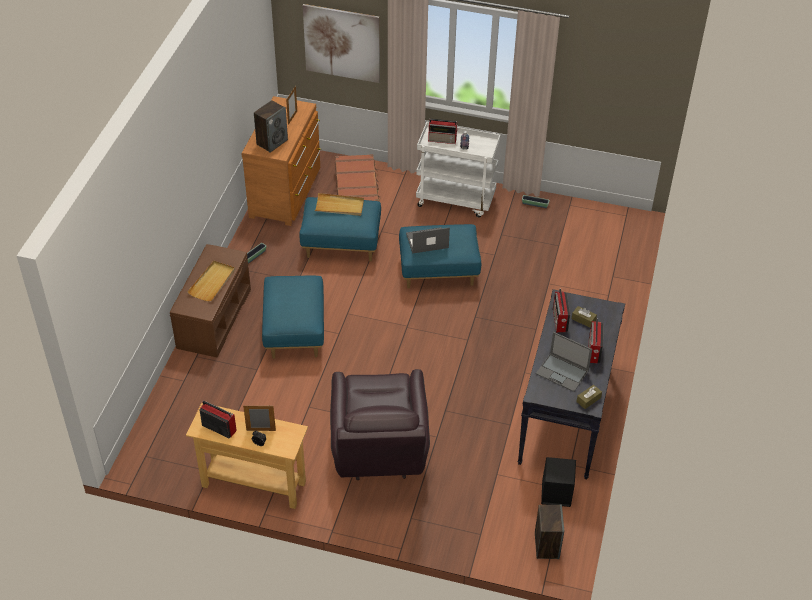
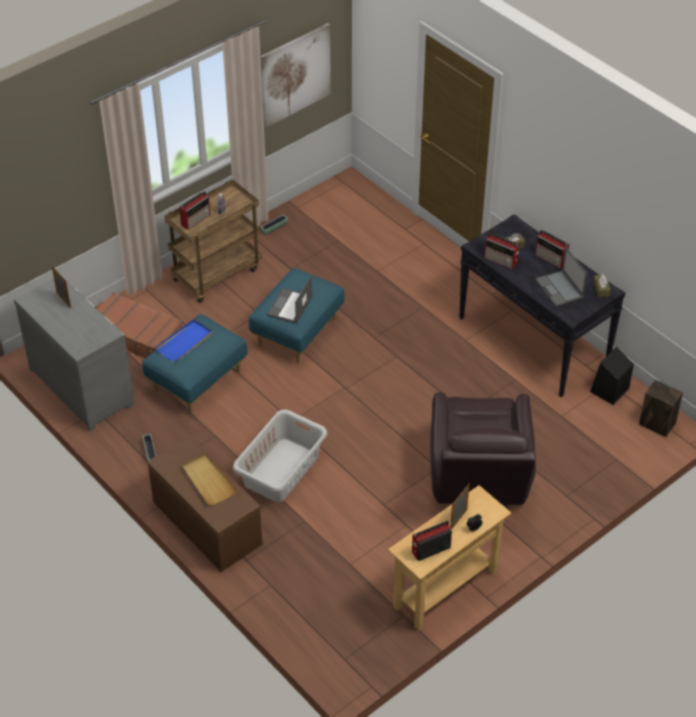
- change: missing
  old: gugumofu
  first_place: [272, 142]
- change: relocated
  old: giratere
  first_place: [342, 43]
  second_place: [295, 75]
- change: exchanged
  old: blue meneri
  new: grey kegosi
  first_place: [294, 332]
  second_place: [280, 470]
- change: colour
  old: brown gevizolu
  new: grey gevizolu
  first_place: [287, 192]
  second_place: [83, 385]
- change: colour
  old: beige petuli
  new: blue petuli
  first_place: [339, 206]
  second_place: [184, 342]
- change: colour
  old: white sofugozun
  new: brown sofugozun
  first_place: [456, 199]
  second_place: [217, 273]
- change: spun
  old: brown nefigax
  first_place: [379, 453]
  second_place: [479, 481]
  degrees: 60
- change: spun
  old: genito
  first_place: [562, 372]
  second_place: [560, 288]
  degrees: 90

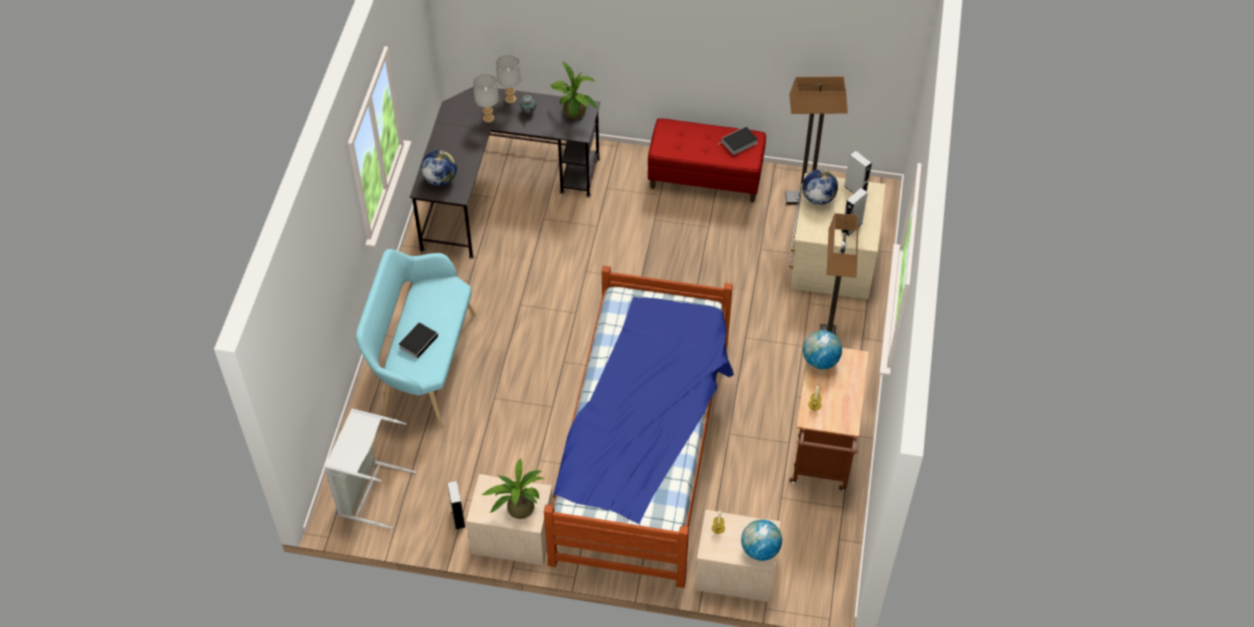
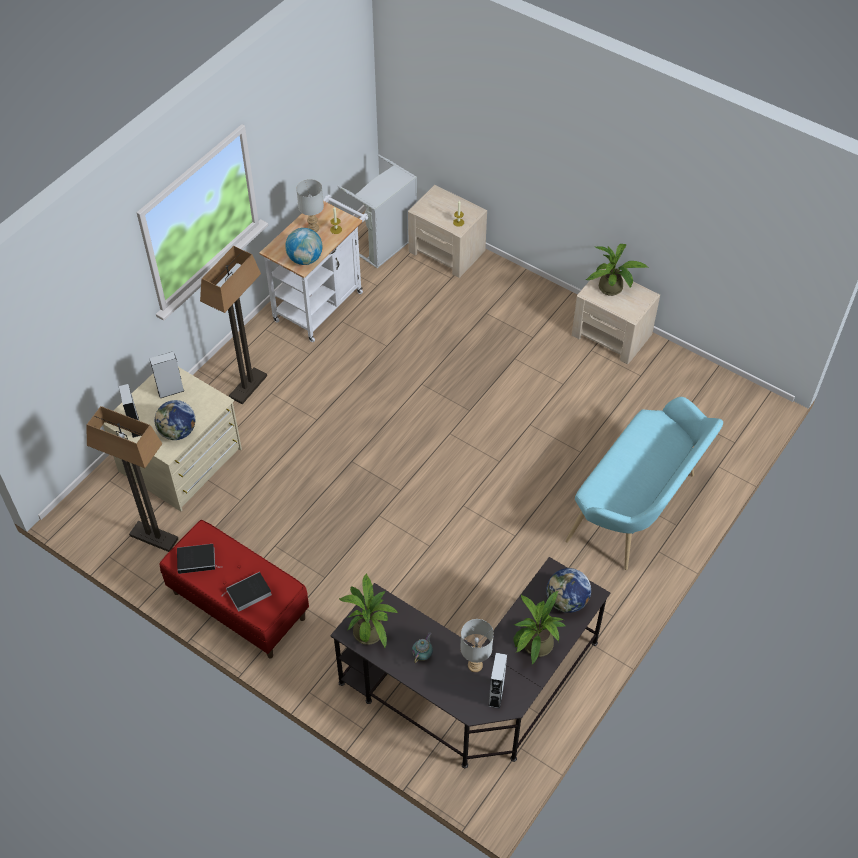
- change: missing
  old: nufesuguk
  first_place: [643, 449]
- change: missing
  old: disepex
  first_place: [760, 549]
- change: appeared
  new: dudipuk
  second_place: [534, 646]
- change: relocated
  old: grey kegosi
  first_place: [369, 491]
  second_place: [385, 244]
- change: relocated
  old: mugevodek
  first_place: [419, 341]
  second_place: [248, 594]
- change: relocated
  old: grey gugumofu
  first_place: [458, 517]
  second_place: [496, 694]
- change: relocated
  old: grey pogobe
  first_place: [510, 99]
  second_place: [313, 229]
- change: colour
  old: brown sofugozun
  new: white sofugozun
  first_place: [822, 455]
  second_place: [322, 302]

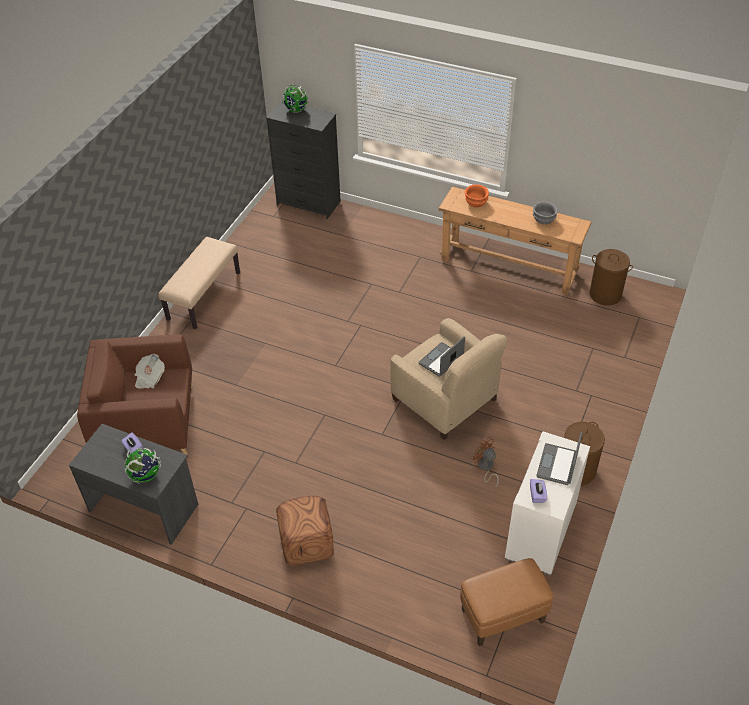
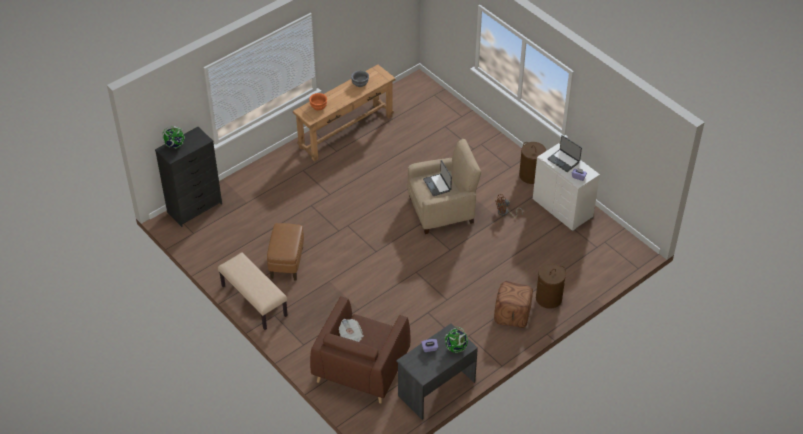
- change: relocated
  old: brown meneri
  first_place: [503, 616]
  second_place: [287, 263]
- change: relocated
  old: brown kegosi
  first_place: [605, 294]
  second_place: [548, 298]

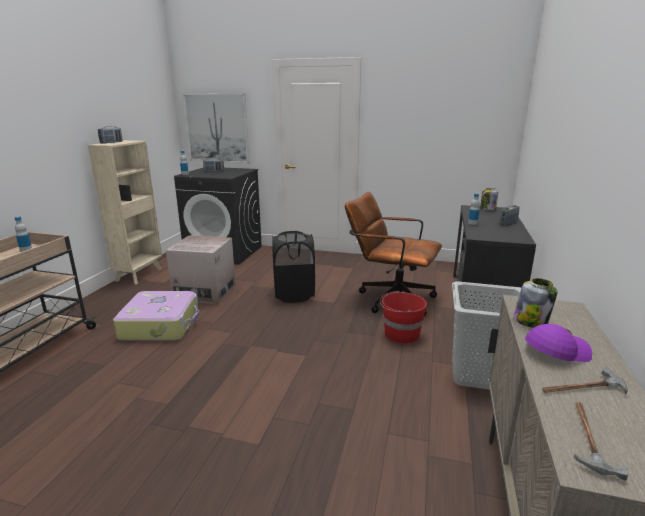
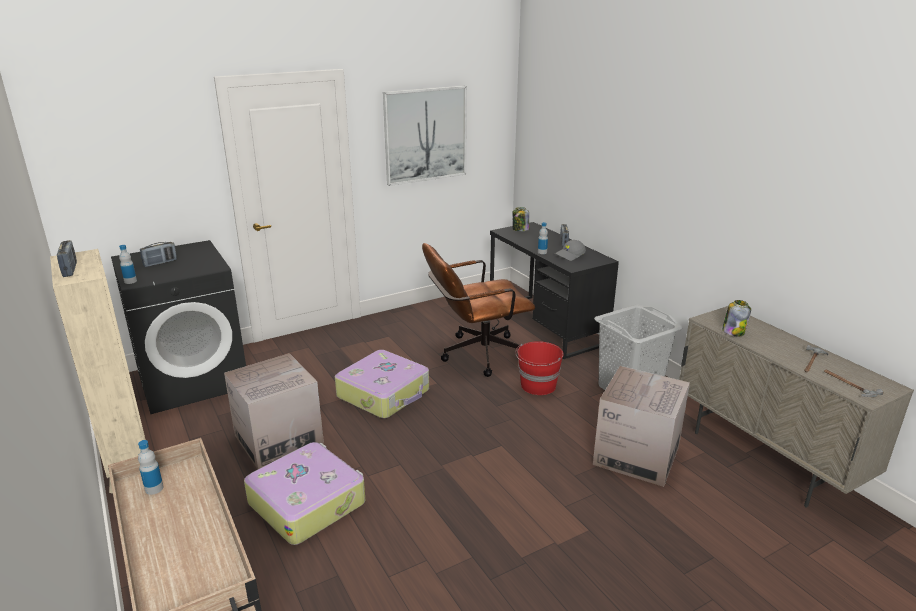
- change: missing
  old: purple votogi
  first_place: [555, 351]
- change: appeared
  new: grey votogi
  second_place: [570, 255]
- change: appeared
  new: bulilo
  second_place: [636, 455]
- change: relocated
  old: giratere
  first_place: [217, 128]
  second_place: [425, 135]
- change: exchanged
  old: black kegosi
  new: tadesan
  first_place: [294, 294]
  second_place: [384, 394]

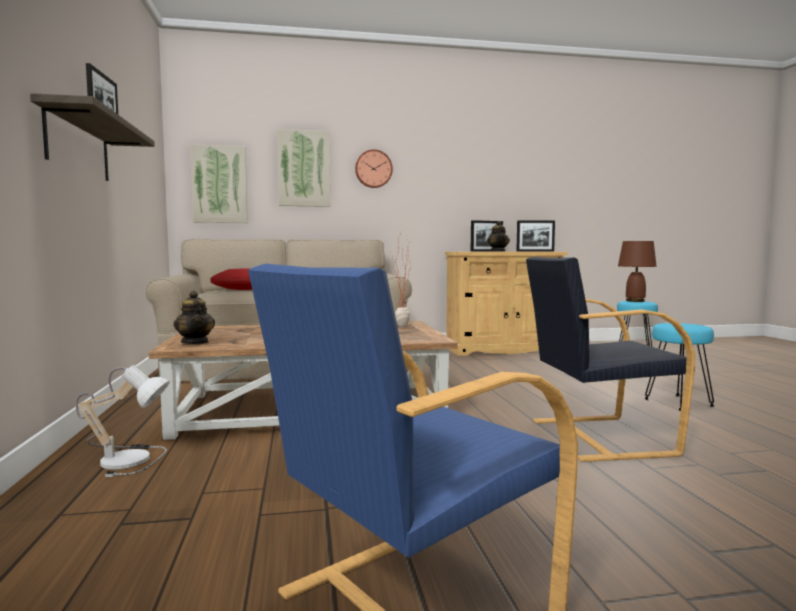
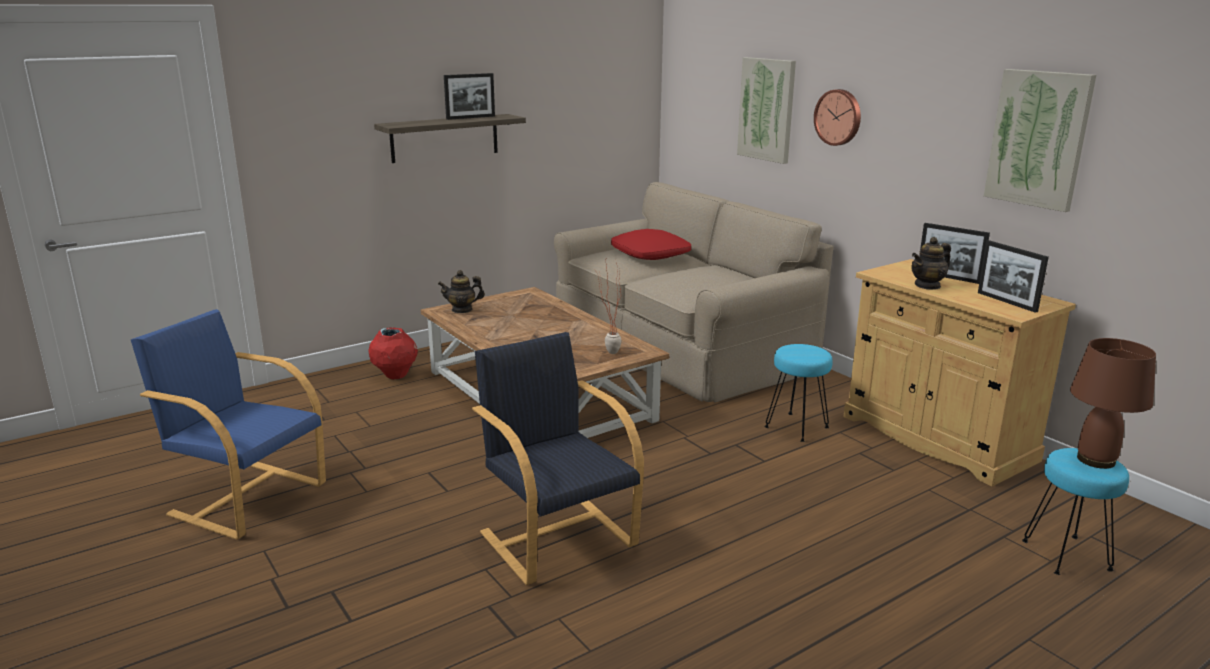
- change: relocated
  old: giratere
  first_place: [219, 184]
  second_place: [1038, 139]
- change: relocated
  old: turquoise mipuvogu
  first_place: [678, 403]
  second_place: [797, 427]
- change: exchanged
  old: pogobe
  new: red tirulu
  first_place: [131, 458]
  second_place: [395, 376]
- change: spun
  old: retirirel
  first_place: [195, 342]
  second_place: [462, 310]
  degrees: 45

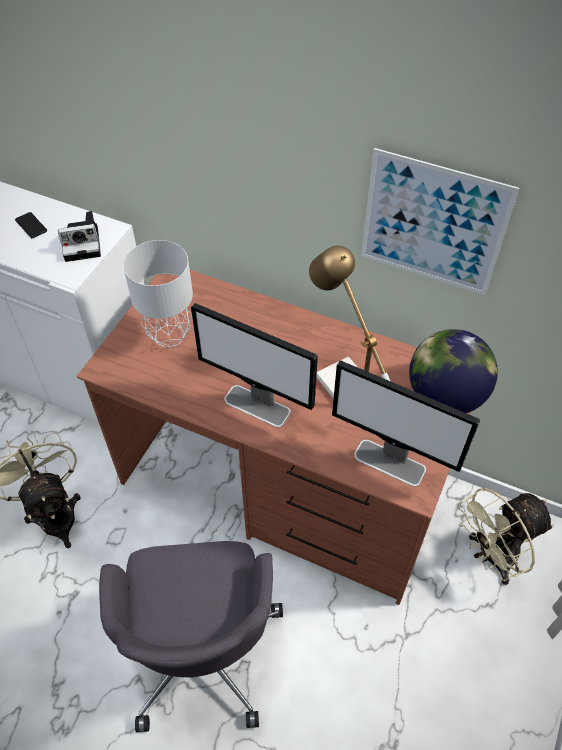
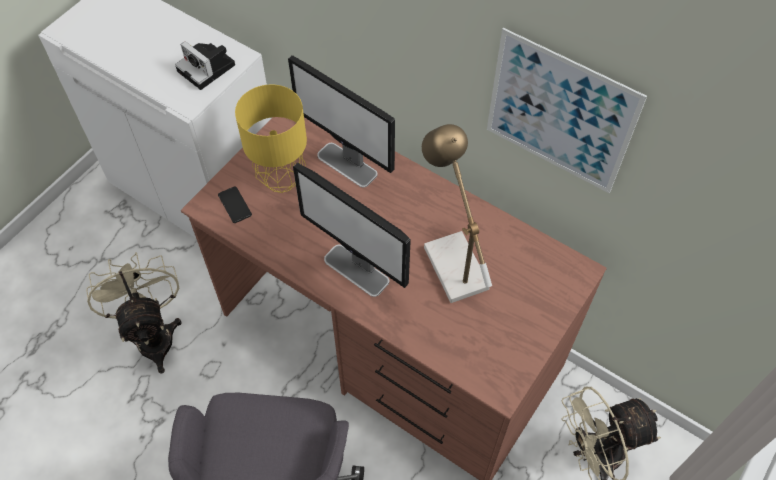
- change: missing
  old: disepex
  first_place: [444, 396]
- change: relocated
  old: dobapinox
  first_place: [31, 225]
  second_place: [235, 205]
- change: relocated
  old: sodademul
  first_place: [390, 463]
  second_place: [347, 165]
- change: colour
  old: grey pogobe
  new: yellow pogobe
  first_place: [168, 335]
  second_place: [281, 179]
- change: spun
  old: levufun
  first_place: [83, 243]
  second_place: [208, 69]
  degrees: 45

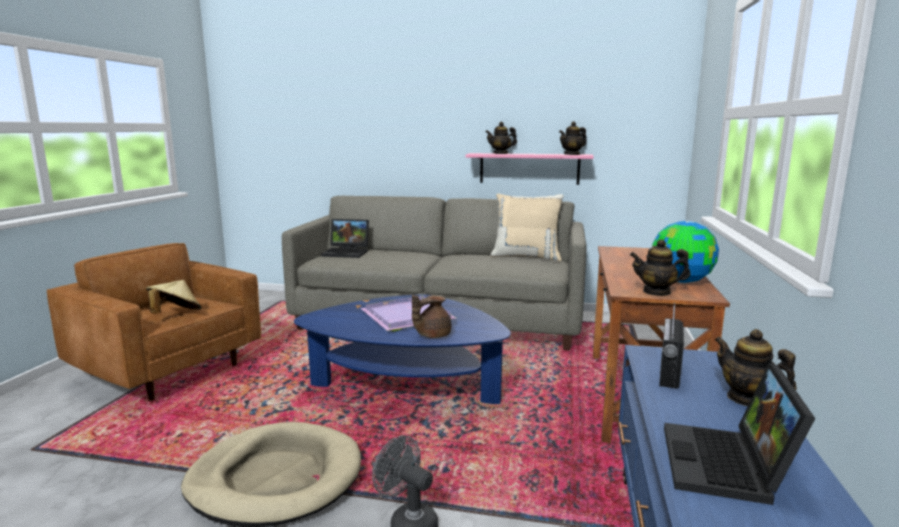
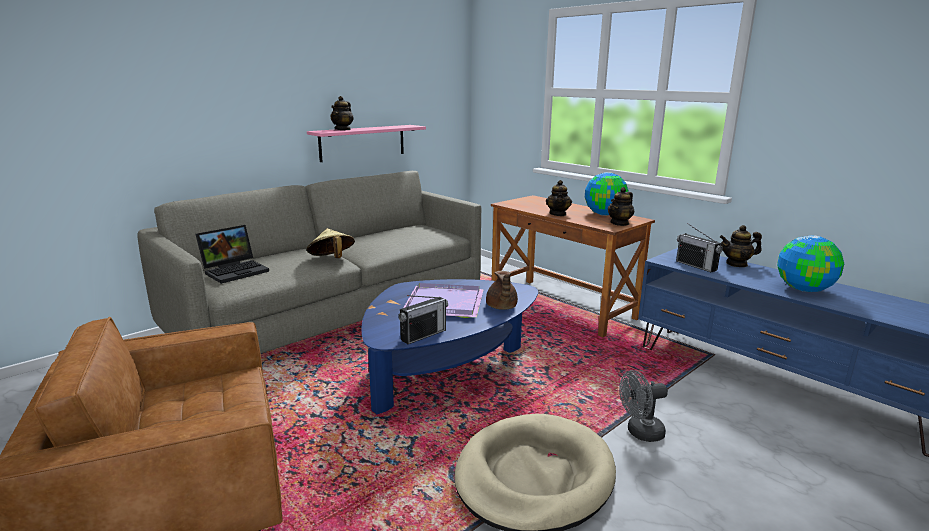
- change: missing
  old: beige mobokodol
  first_place: [526, 257]
- change: appeared
  new: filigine
  second_place: [423, 335]
- change: relocated
  old: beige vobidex
  first_place: [175, 314]
  second_place: [331, 259]
- change: relocated
  old: retirirel
  first_place: [572, 154]
  second_place: [558, 214]
- change: exchanged
  old: genito
  new: disepex
  first_place: [728, 466]
  second_place: [804, 289]

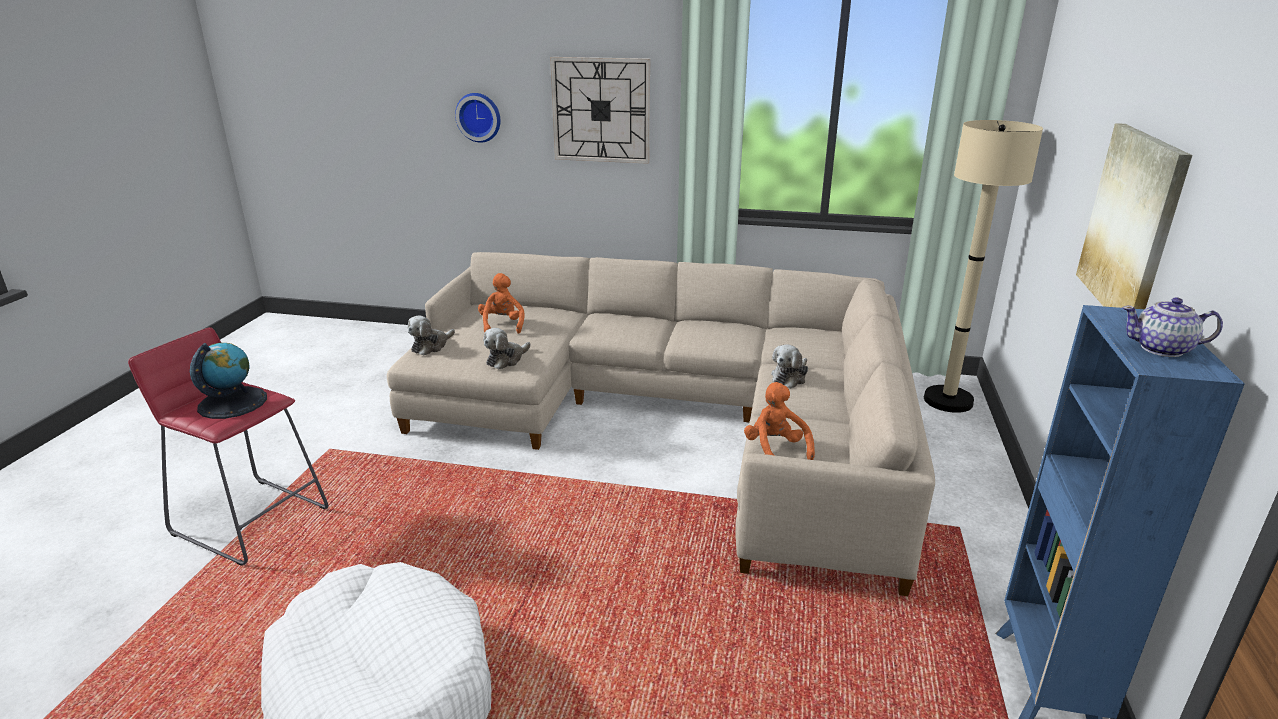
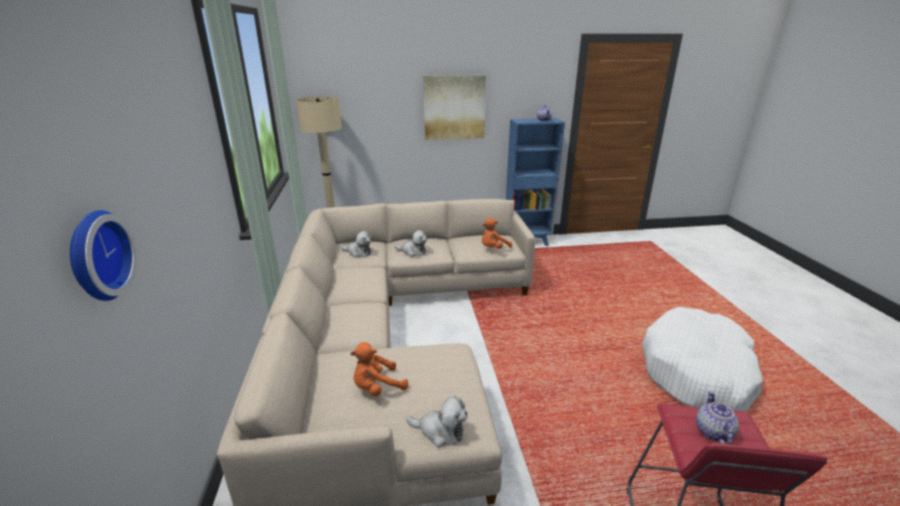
- change: missing
  old: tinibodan
  first_place: [601, 110]
- change: relocated
  old: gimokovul
  first_place: [506, 359]
  second_place: [358, 252]
- change: exchanged
  old: disepex
  new: retirirel
  first_place: [232, 402]
  second_place: [713, 432]

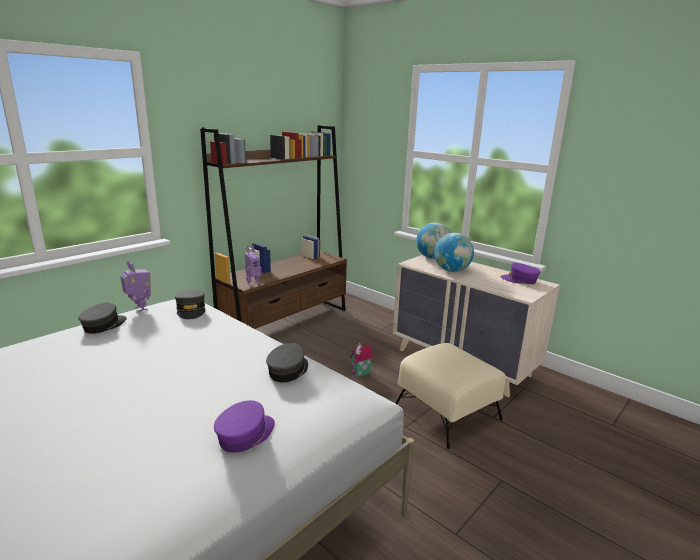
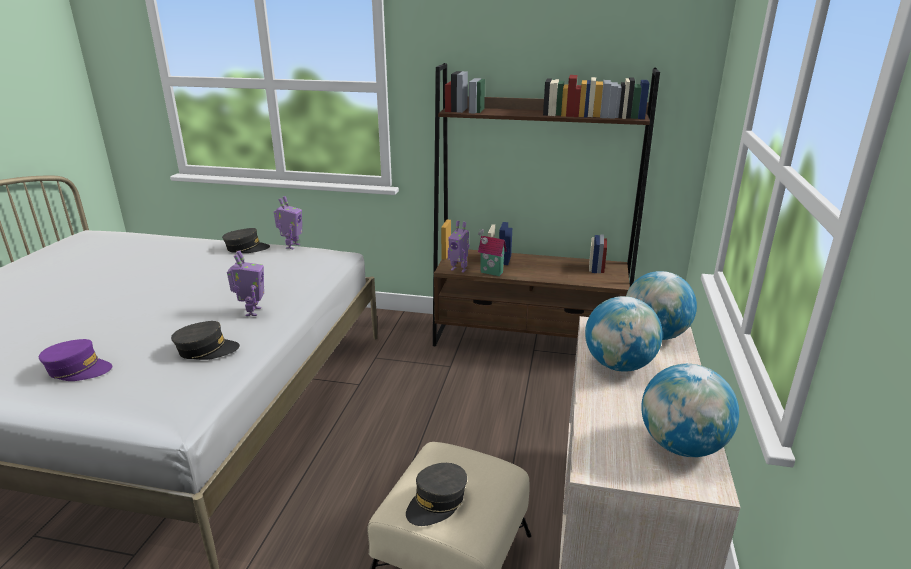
- change: appeared
  new: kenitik
  second_place: [252, 312]
- change: relocated
  old: grey votogi
  first_place: [191, 310]
  second_place: [437, 502]
- change: relocated
  old: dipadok
  first_place: [361, 374]
  second_place: [490, 273]
- change: exchanged
  old: purple votogi
  new: disepex
  first_place: [519, 280]
  second_place: [681, 446]

